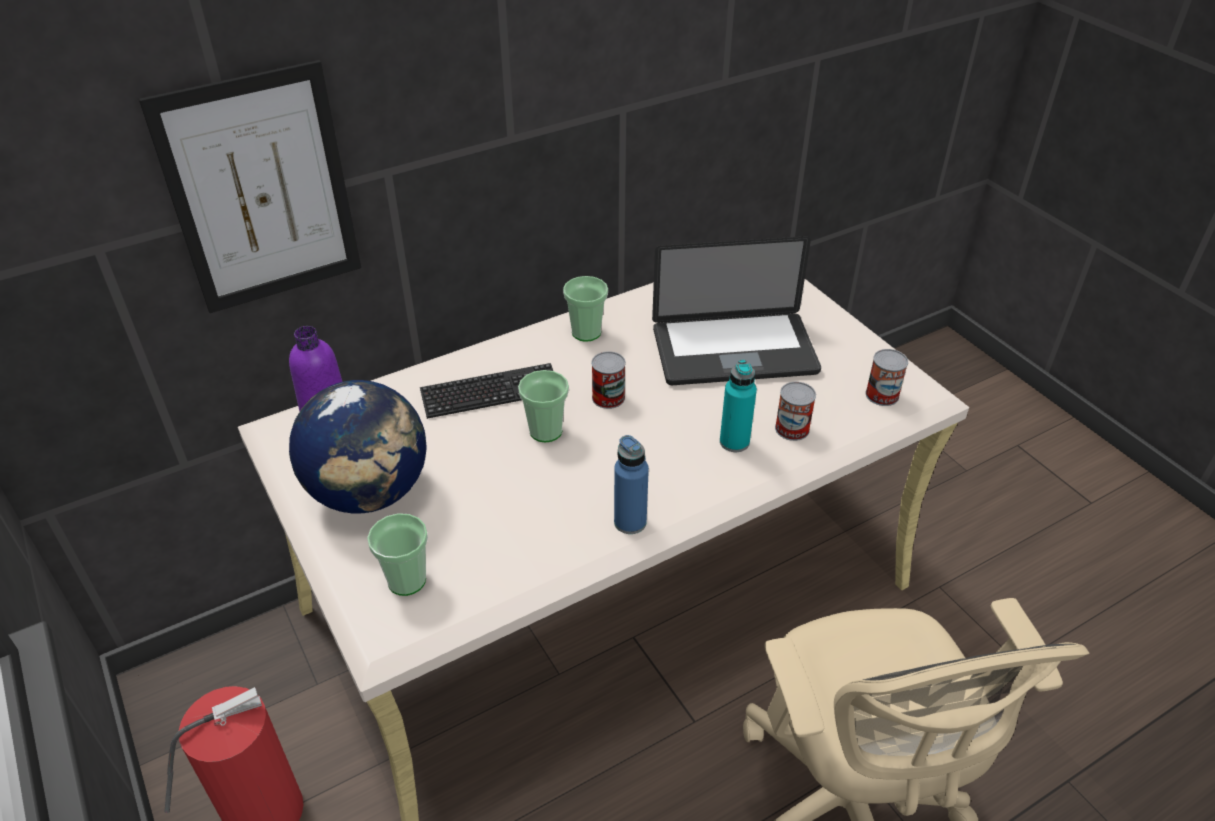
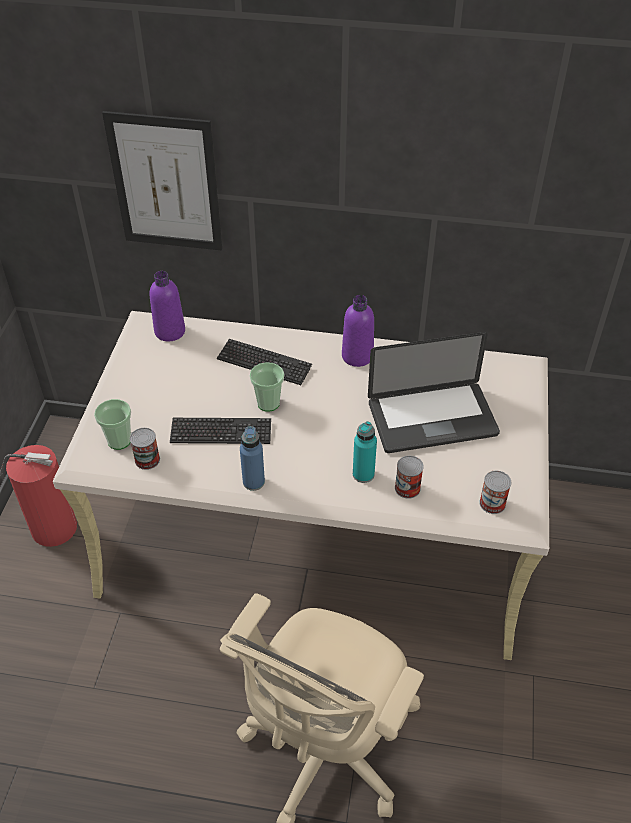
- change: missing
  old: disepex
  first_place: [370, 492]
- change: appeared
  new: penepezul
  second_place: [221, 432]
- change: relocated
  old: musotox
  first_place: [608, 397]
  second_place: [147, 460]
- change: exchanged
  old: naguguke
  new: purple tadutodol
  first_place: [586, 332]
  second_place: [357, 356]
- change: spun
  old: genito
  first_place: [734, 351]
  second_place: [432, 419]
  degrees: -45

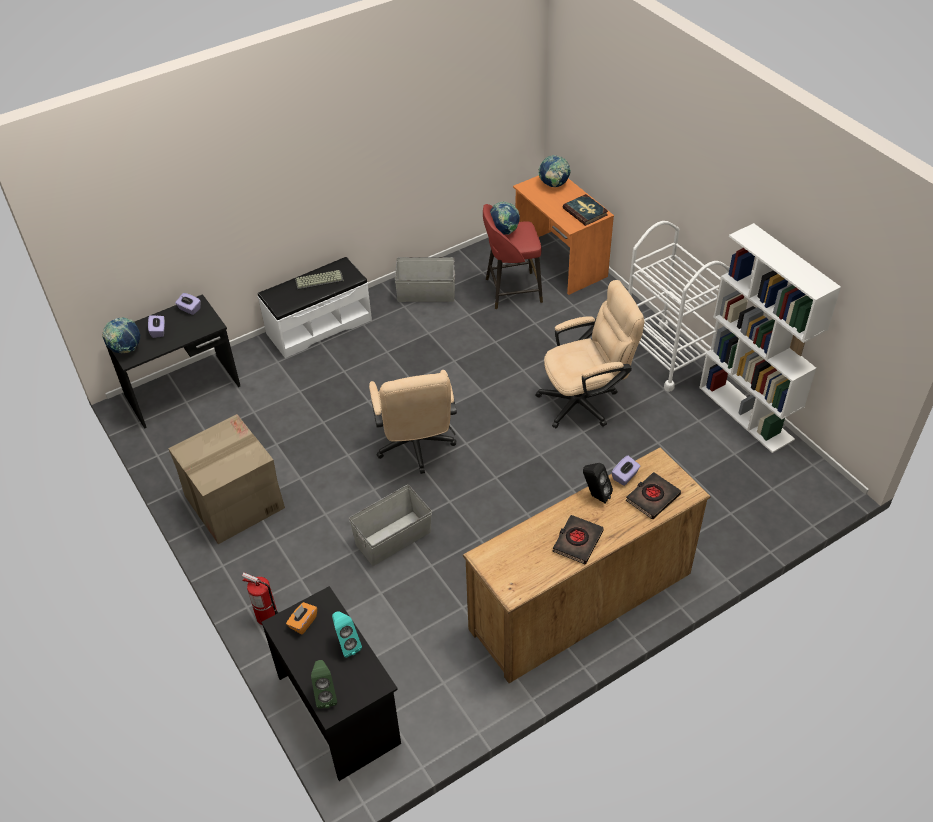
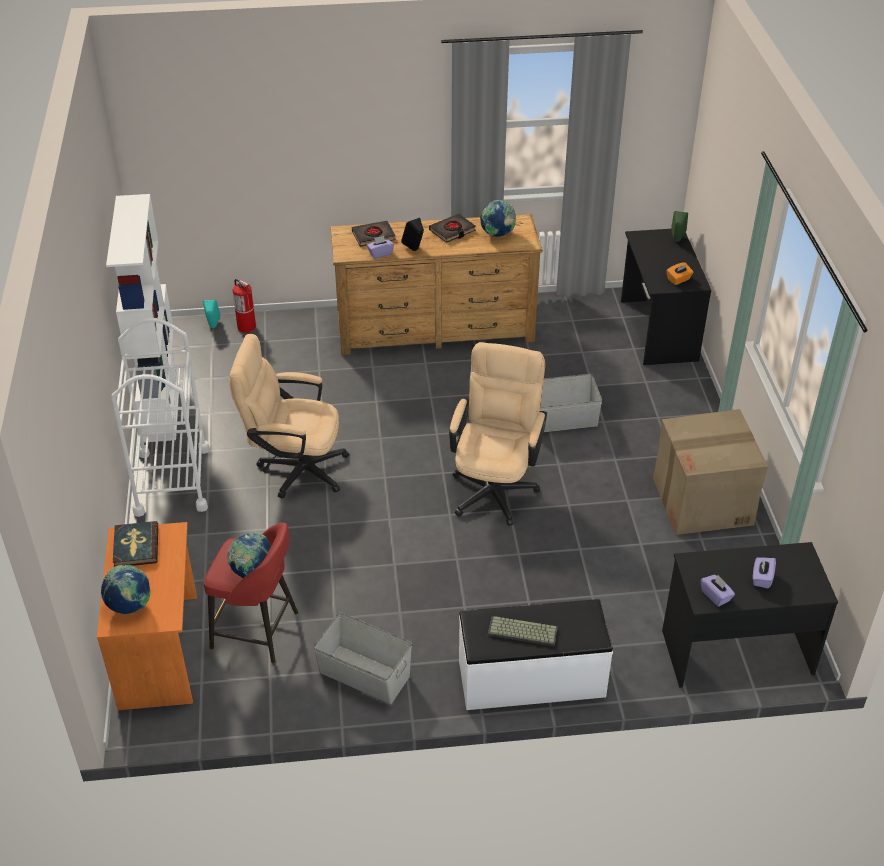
- change: relocated
  old: disepex
  first_place: [126, 349]
  second_place: [497, 235]
- change: relocated
  old: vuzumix
  first_place: [266, 616]
  second_place: [247, 327]
- change: relocated
  old: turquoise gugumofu
  first_place: [347, 645]
  second_place: [213, 327]

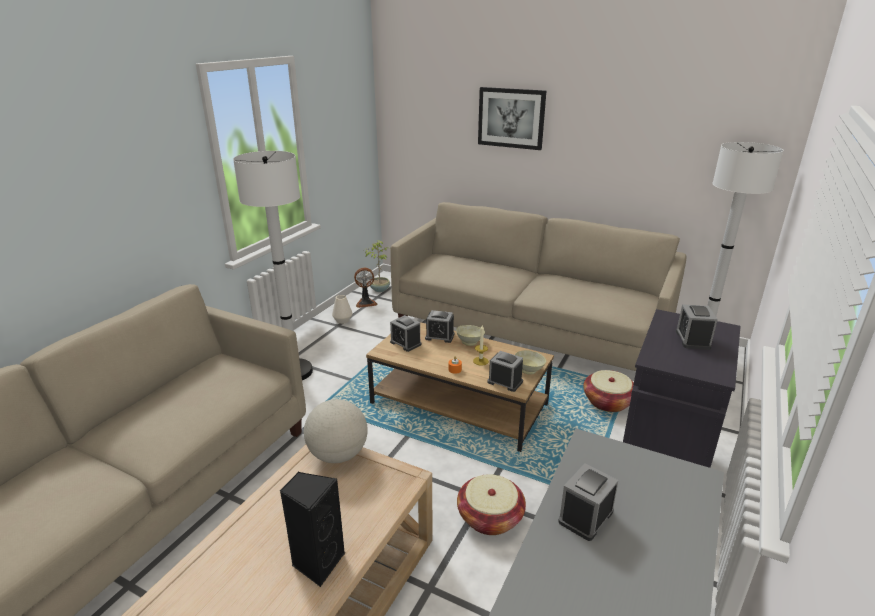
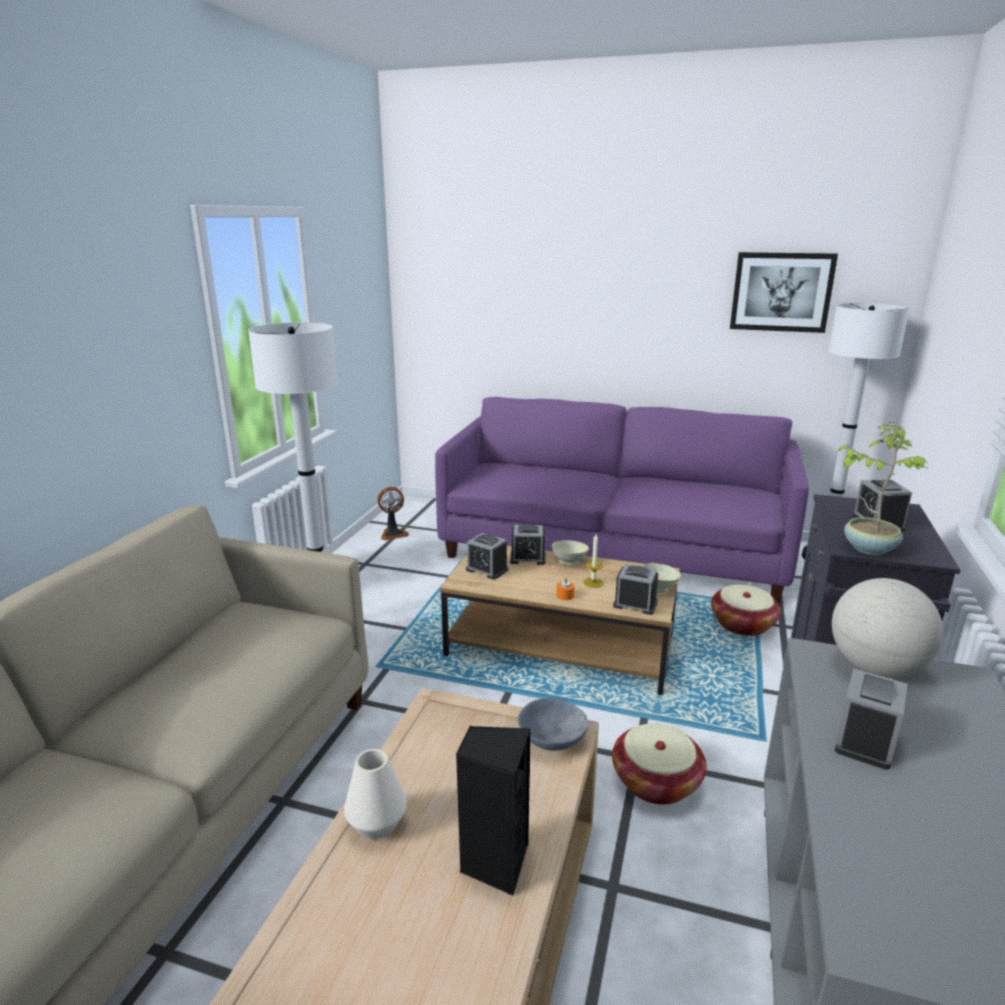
- change: appeared
  new: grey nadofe
  second_place: [551, 738]
- change: relocated
  old: disepex
  first_place: [338, 455]
  second_place: [876, 668]
- change: relocated
  old: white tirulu
  first_place: [342, 320]
  second_place: [377, 823]
- change: relocated
  old: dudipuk
  first_place: [380, 289]
  second_place: [868, 548]
- change: relocated
  old: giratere
  first_place: [511, 118]
  second_place: [781, 292]
- change: colour
  old: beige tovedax
  new: purple tovedax
  first_place: [529, 329]
  second_place: [613, 549]

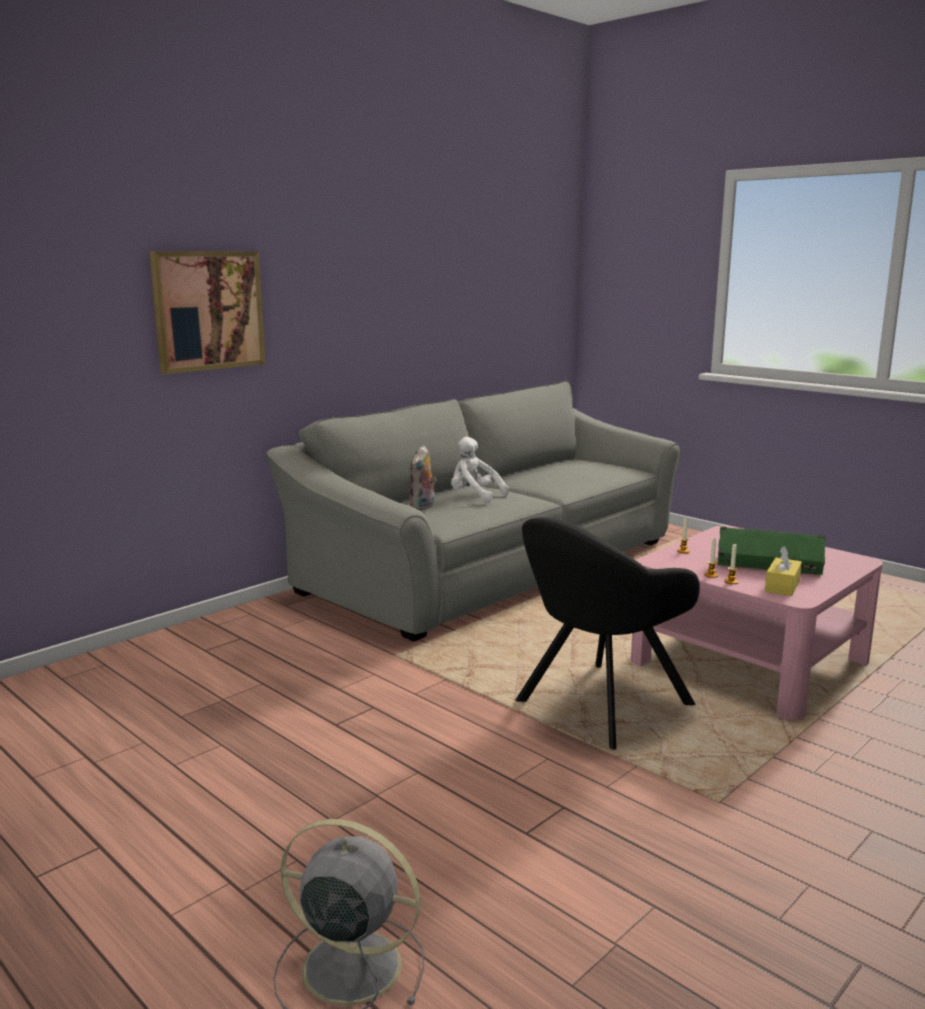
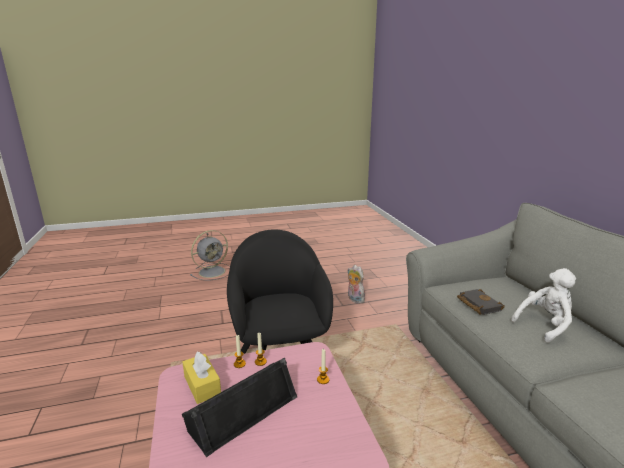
- change: missing
  old: giratere
  first_place: [208, 310]
- change: appeared
  new: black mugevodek
  second_place: [477, 304]
- change: relocated
  old: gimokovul
  first_place: [423, 507]
  second_place: [354, 299]
- change: colour
  old: green gugumofu
  new: black gugumofu
  first_place: [768, 566]
  second_place: [242, 410]

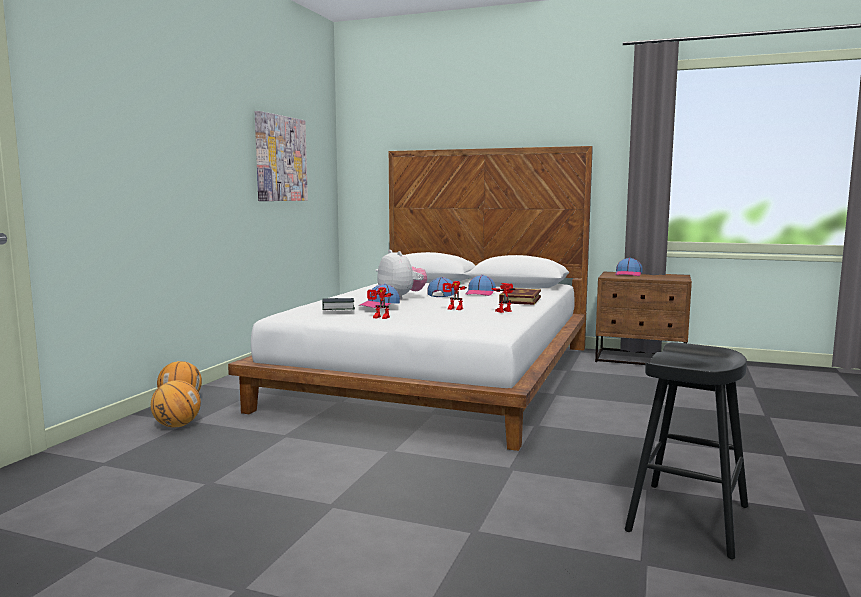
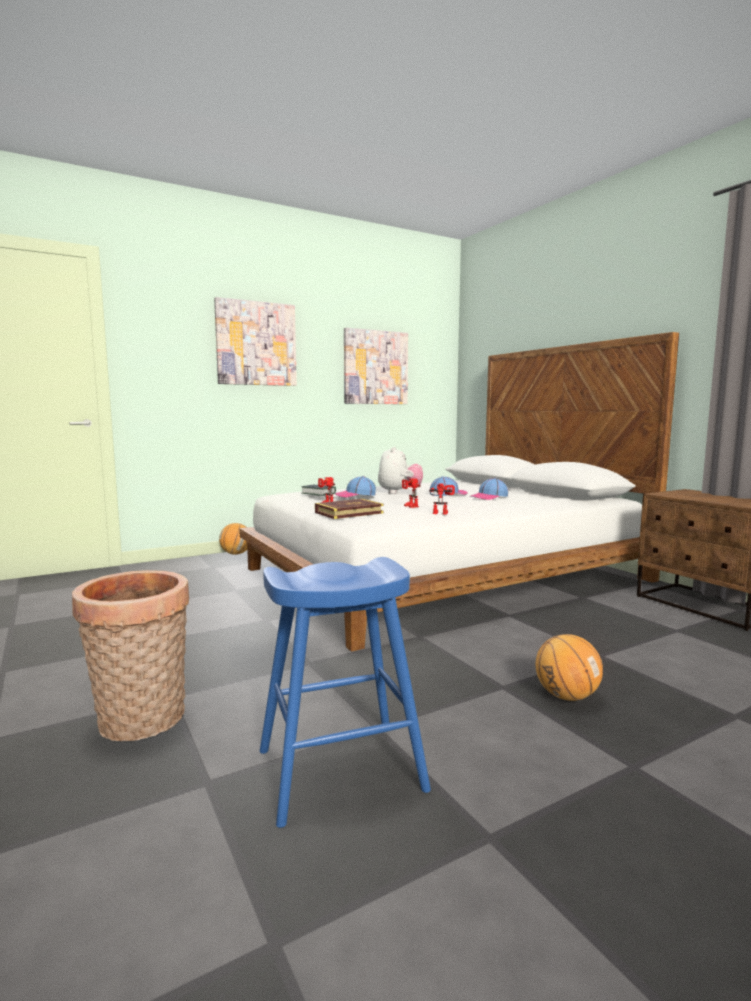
- change: missing
  old: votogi
  first_place: [628, 274]
- change: appeared
  new: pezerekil
  second_place: [141, 723]
- change: appeared
  new: giratere
  second_place: [256, 343]
- change: relocated
  old: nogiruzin
  first_place: [177, 426]
  second_place: [566, 696]
- change: relocated
  old: mugevodek
  first_place: [520, 300]
  second_place: [349, 513]
- change: colour
  old: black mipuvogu
  new: blue mipuvogu
  first_place: [688, 518]
  second_place: [341, 770]

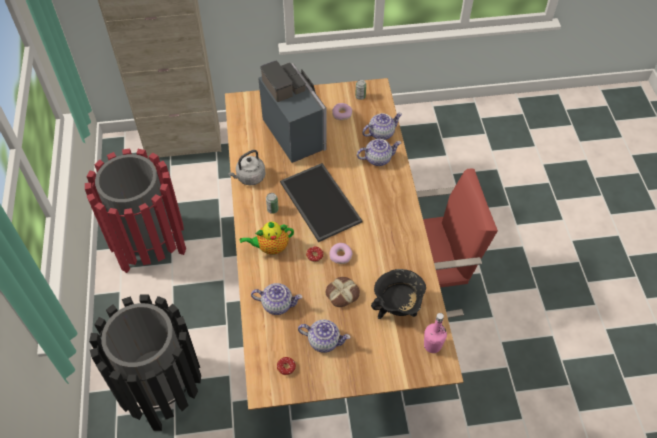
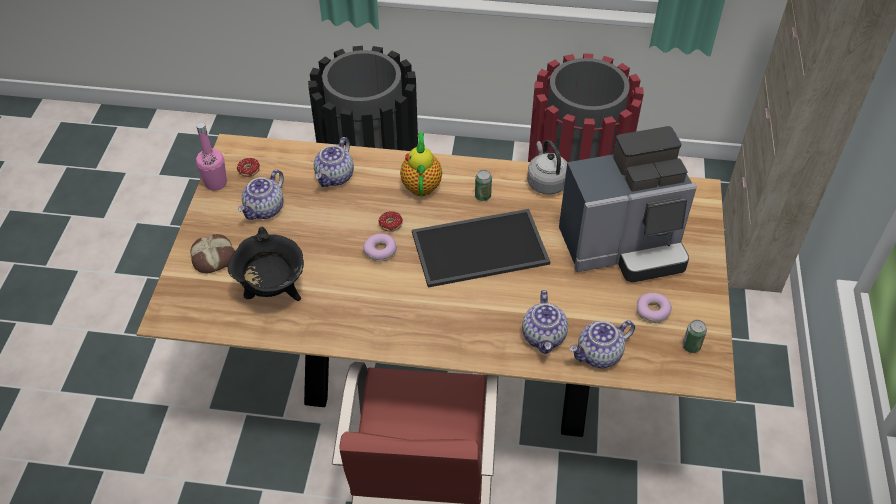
- change: relocated
  old: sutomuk
  first_place: [342, 293]
  second_place: [214, 257]
- change: relocated
  old: pink tadutodol
  first_place: [432, 345]
  second_place: [216, 183]
- change: spun
  old: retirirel
  first_place: [381, 133]
  second_place: [599, 355]
  degrees: 75

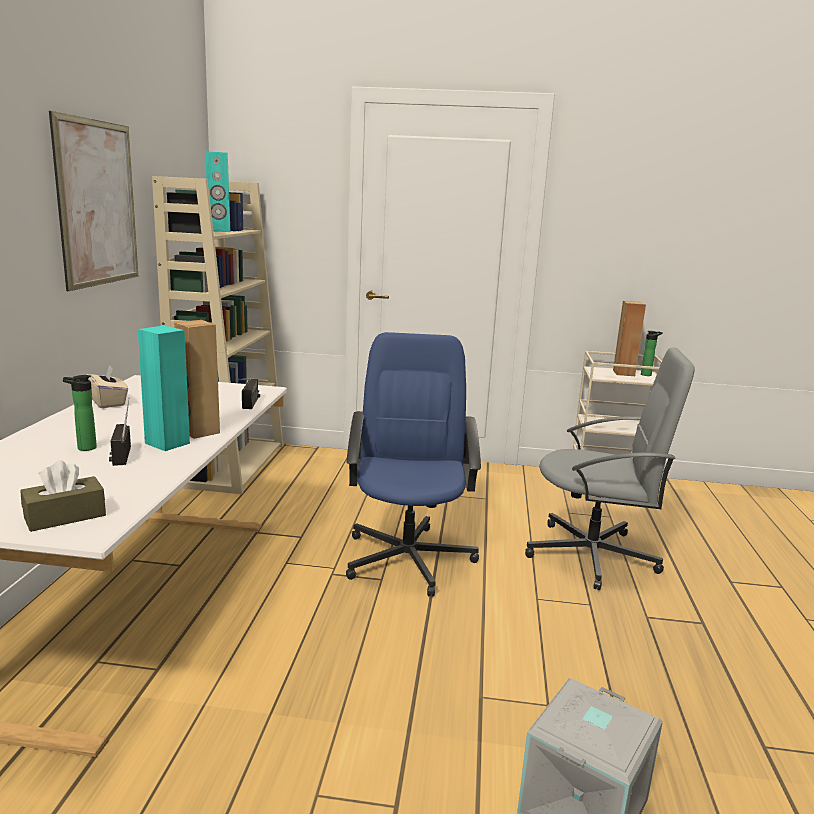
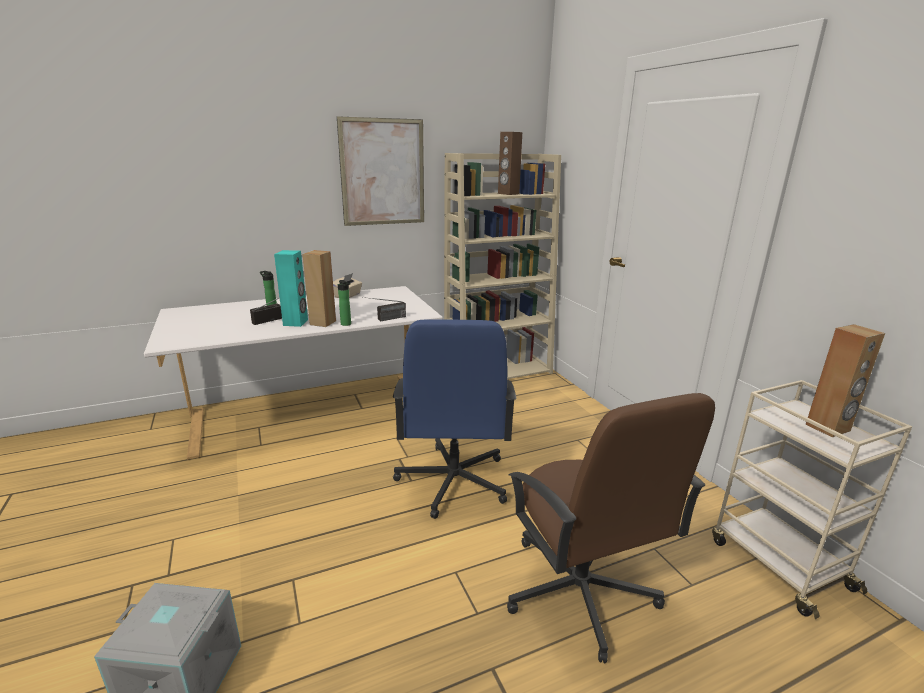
- change: missing
  old: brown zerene
  first_place: [65, 516]
- change: relocated
  old: tadutodol
  first_place: [647, 375]
  second_place: [346, 324]
- change: colour
  old: turquoise gugumofu
  new: brown gugumofu
  first_place: [219, 231]
  second_place: [508, 194]
- change: colour
  old: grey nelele
  new: brown nelele
  first_place: [593, 555]
  second_place: [579, 592]
- change: spun
  old: blue nelele
  first_place: [408, 558]
  second_place: [452, 481]
  degrees: 120

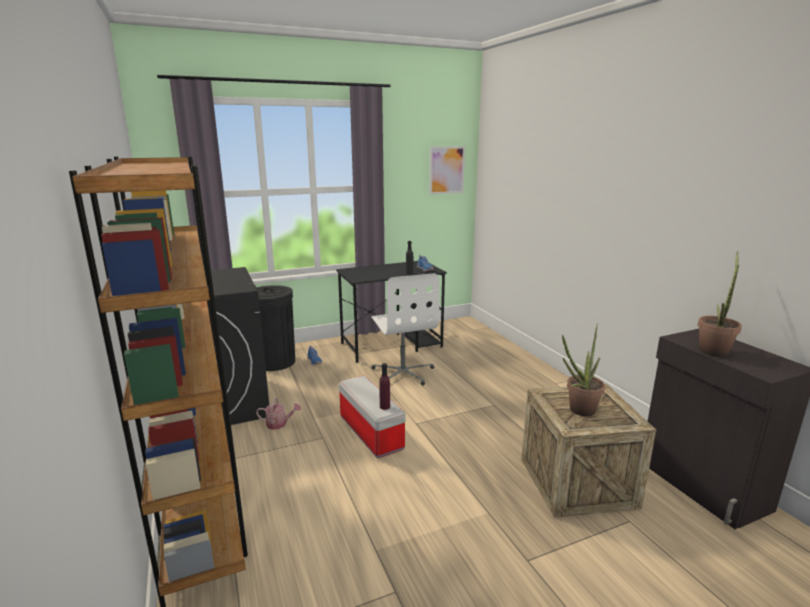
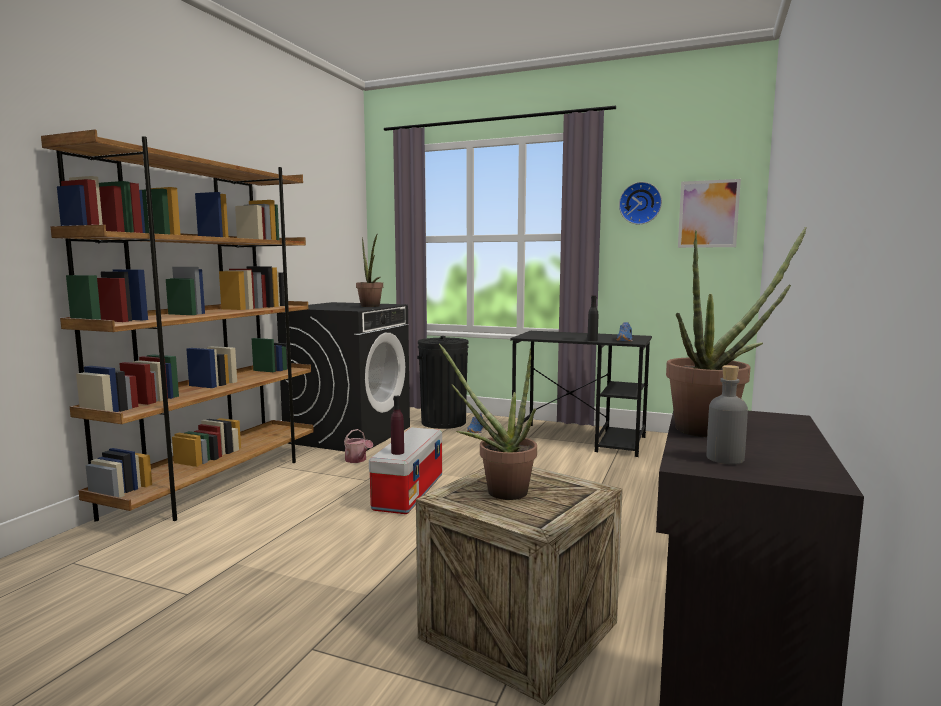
- change: missing
  old: white nelele
  first_place: [403, 373]
- change: appeared
  new: dudipuk
  second_place: [371, 306]
- change: appeared
  new: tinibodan
  second_place: [640, 203]
- change: appeared
  new: grey tadutodol
  second_place: [724, 458]

